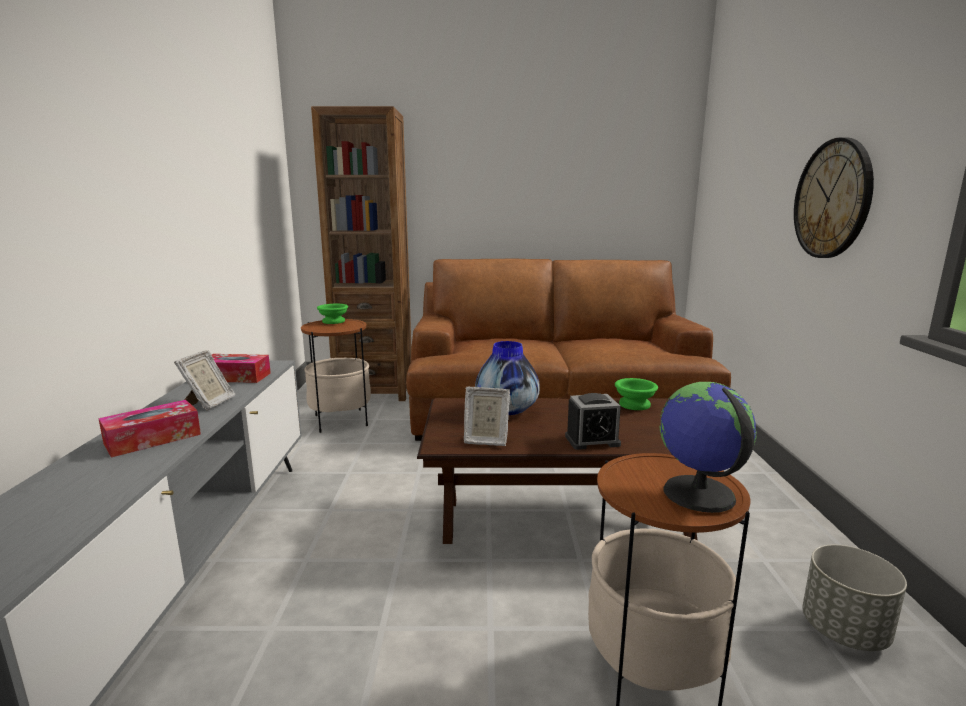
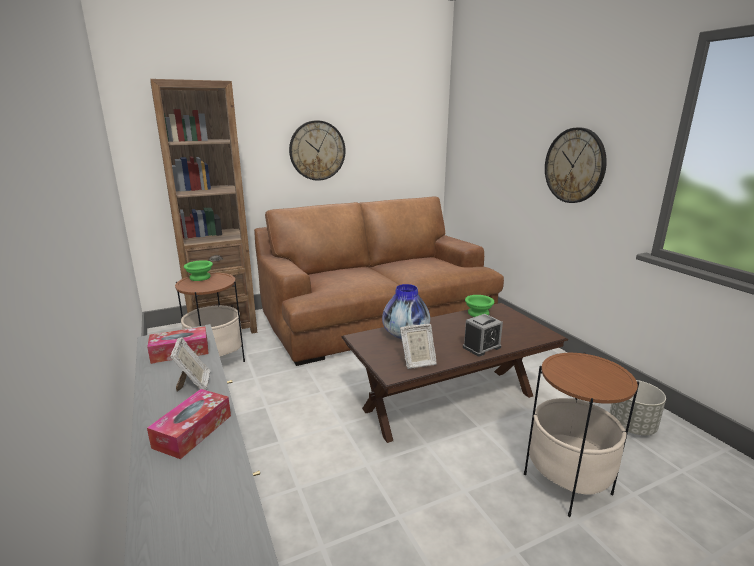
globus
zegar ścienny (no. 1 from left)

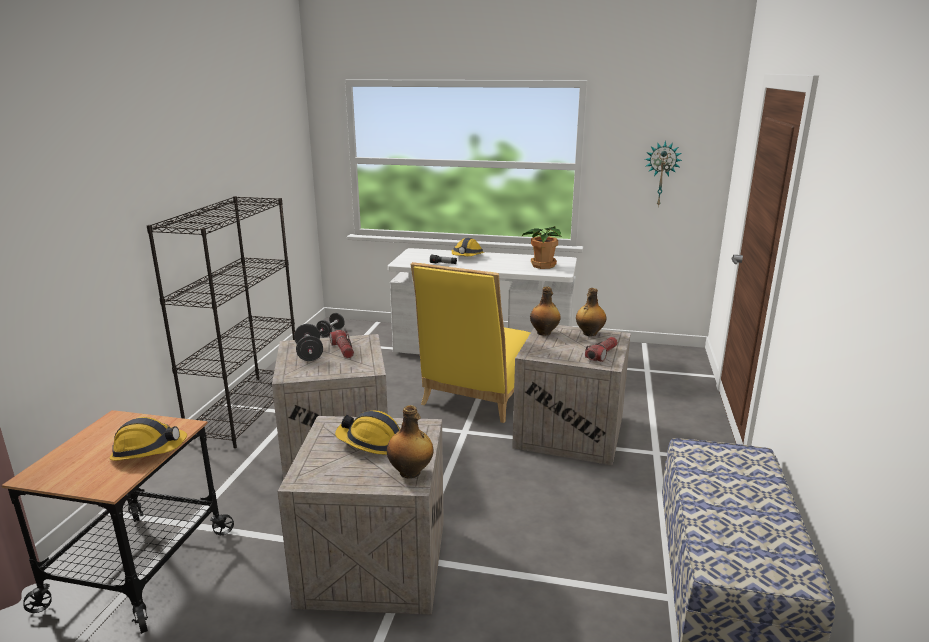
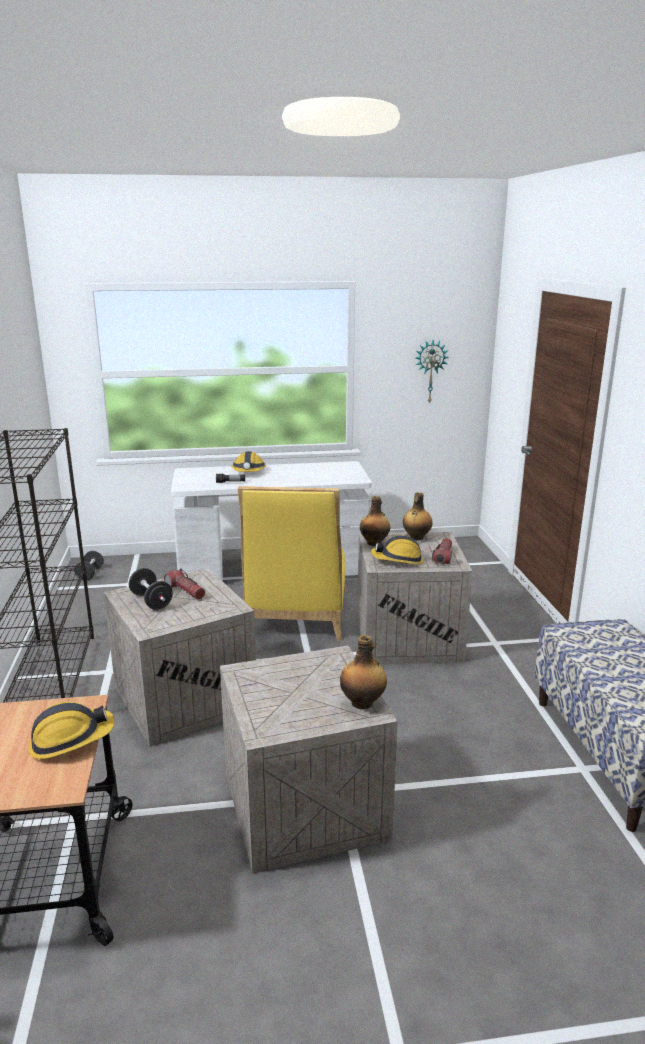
roślina doniczkowa
kask (no. 3 from left)

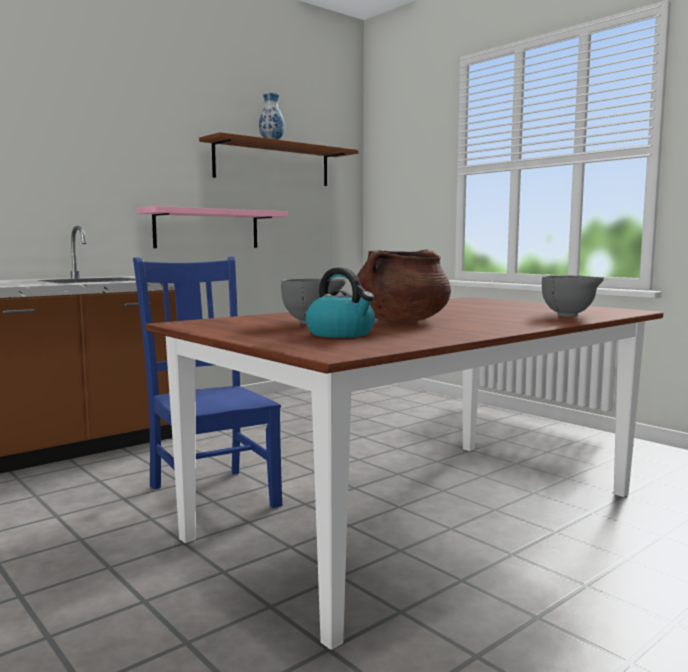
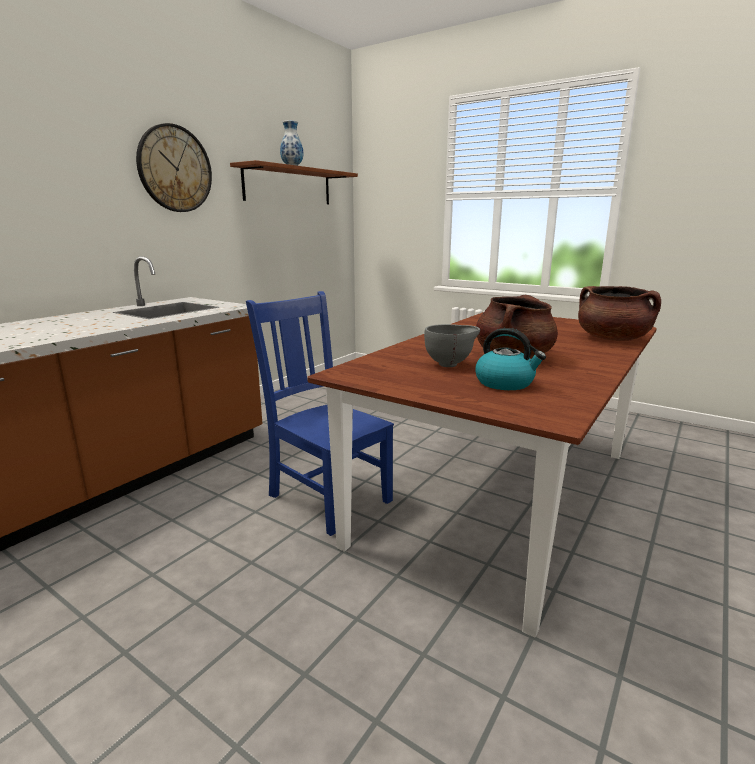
półka [różowy]
garnek [brązowy] (no. 2 from left)
zegar ścienny

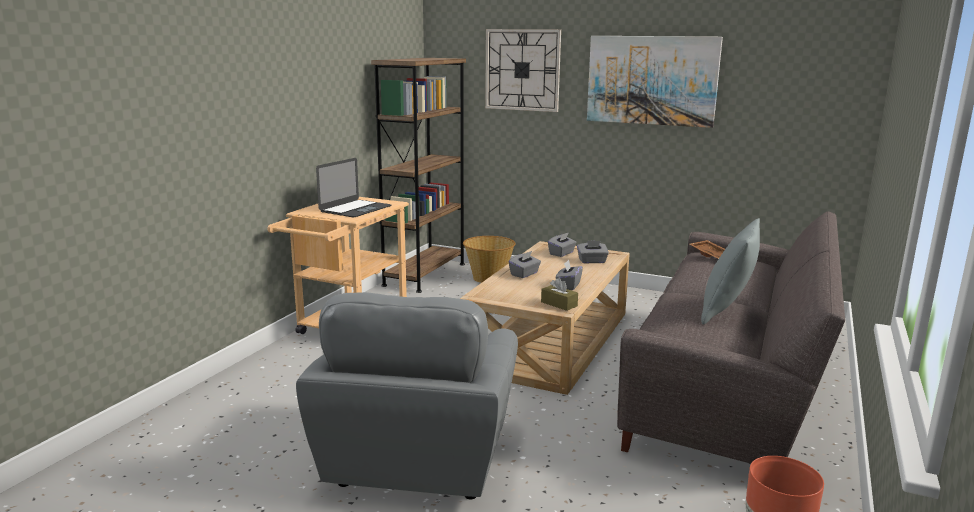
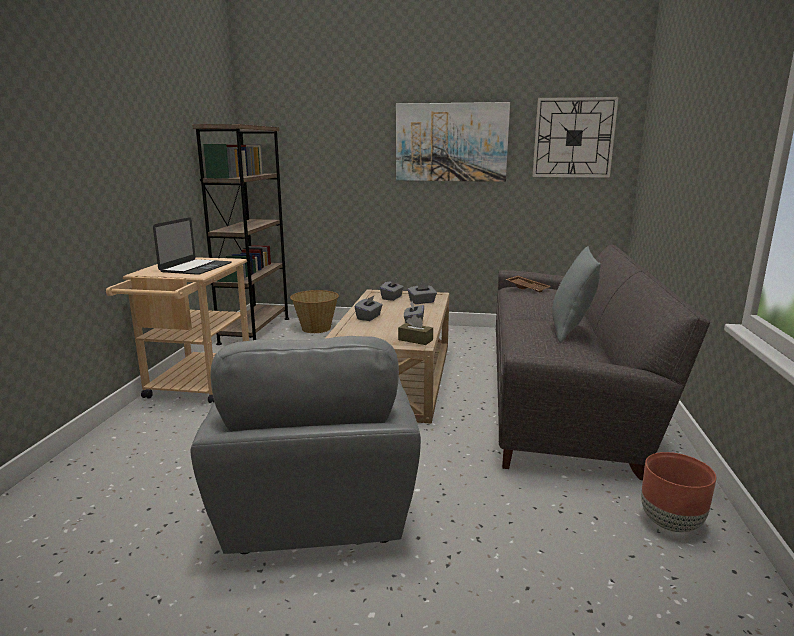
zegar ścienny

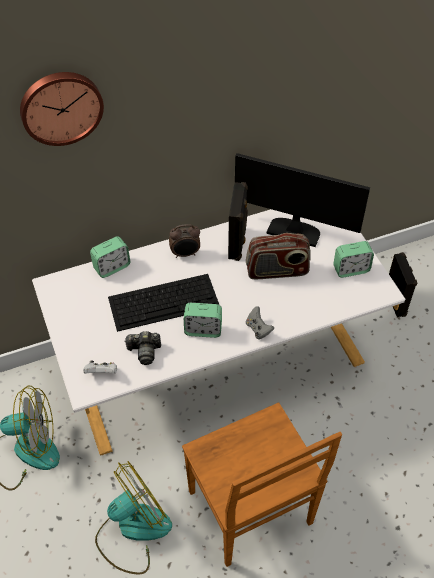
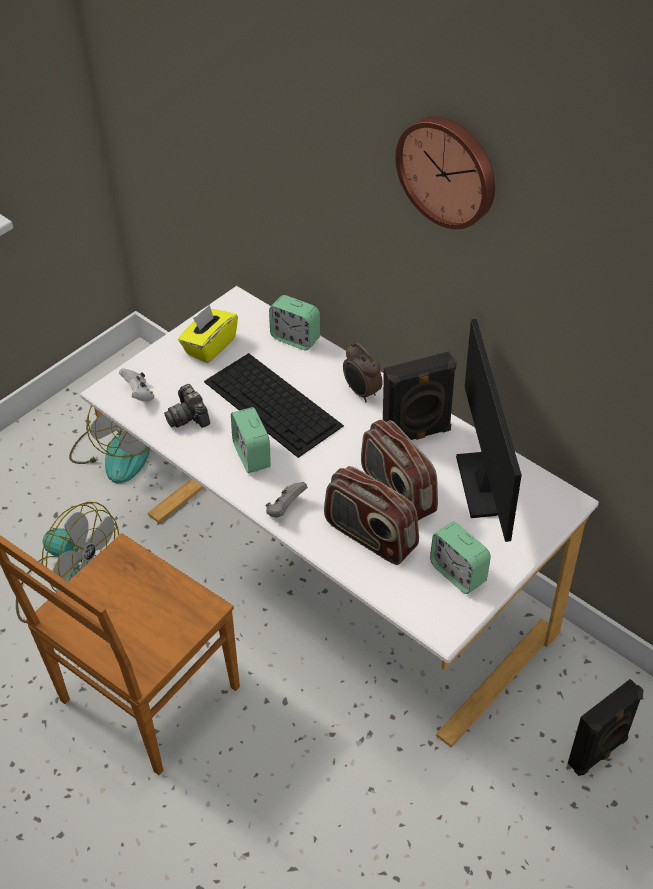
zegar ścienny
pudełko chusteczek [żółty]
radio (no. 1 from left)

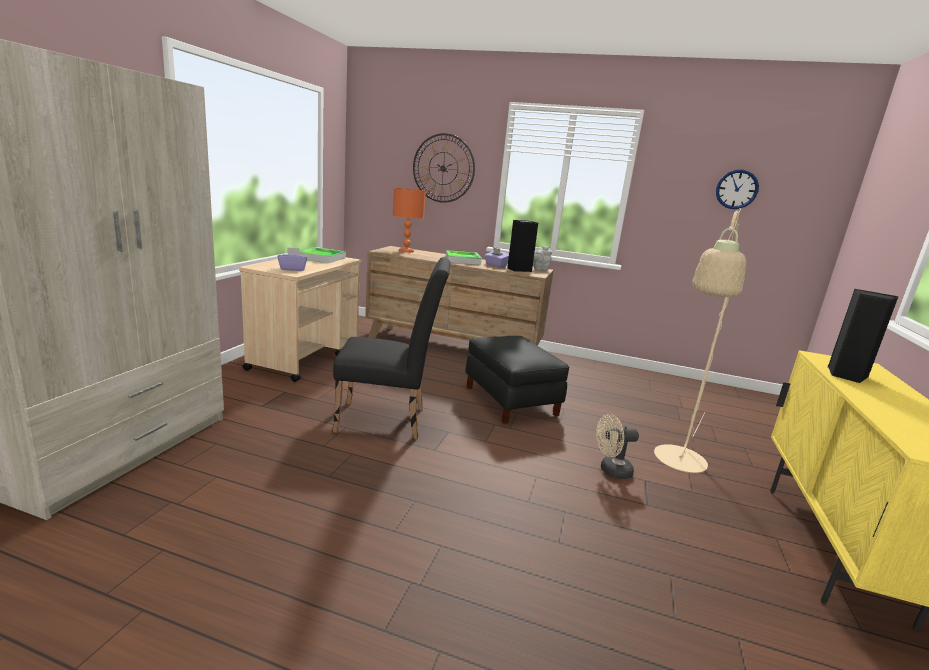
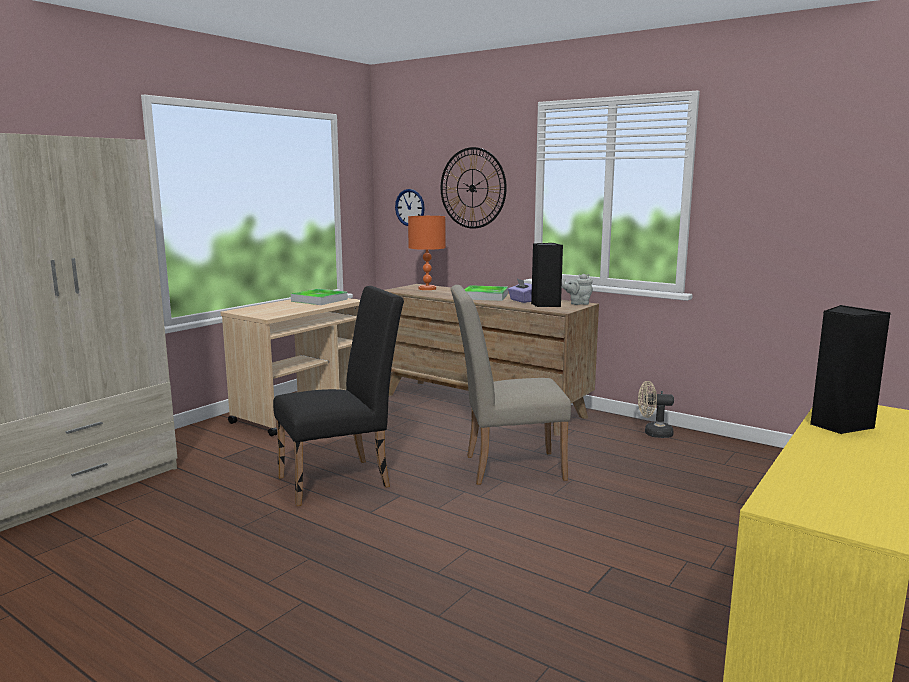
zegar ścienny (no. 1 from left)
lampa stojąca [beżowy]
pudełko chusteczek [fioletowy] (no. 1 from left in the first image)
krzesło [czarny]
krzesło [beżowy]
wentylator [beżowy]

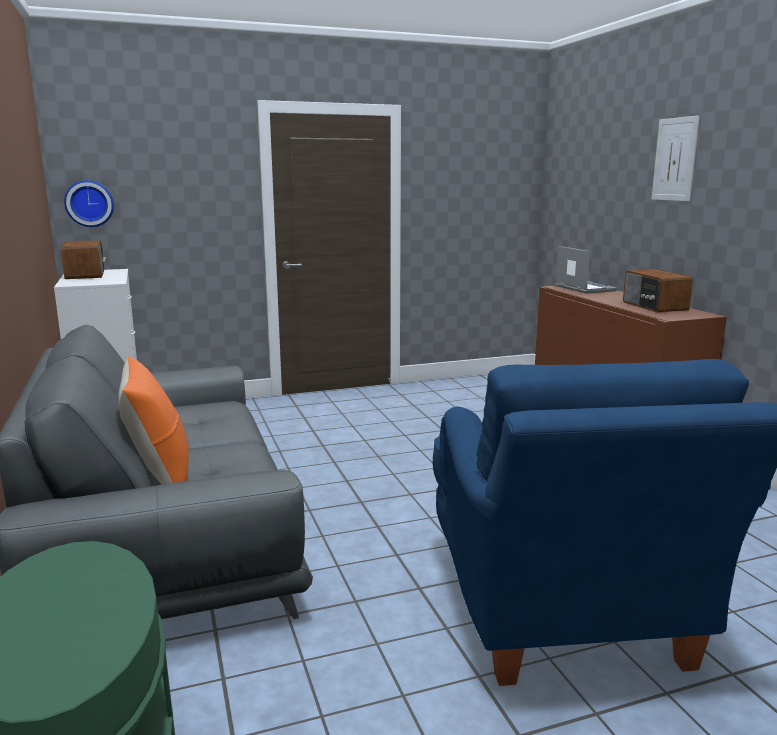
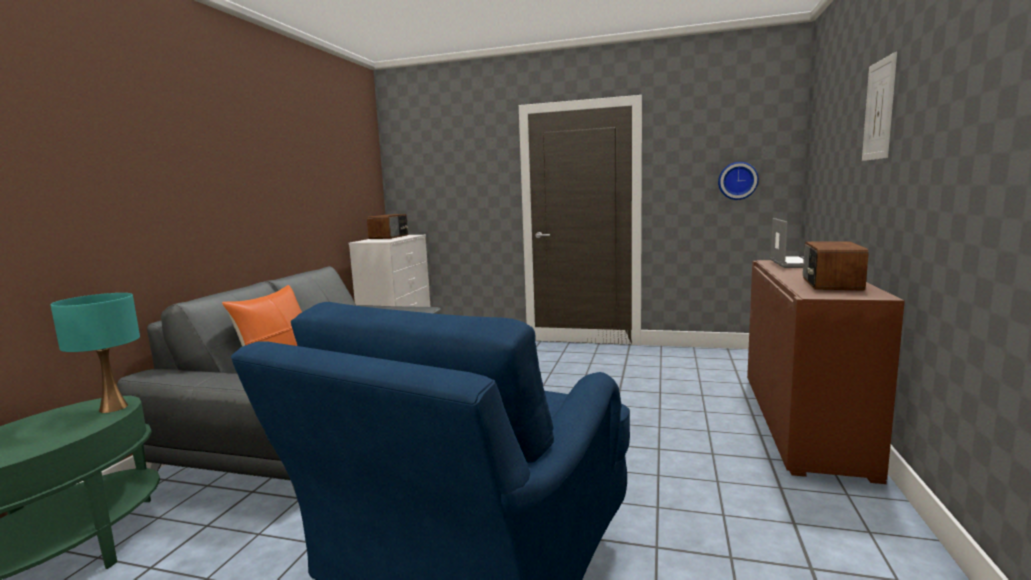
zegar ścienny
lampa stołowa [turkusowy]

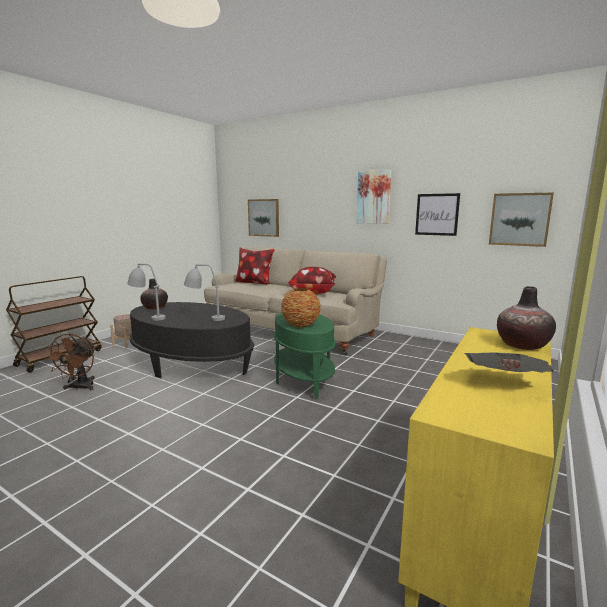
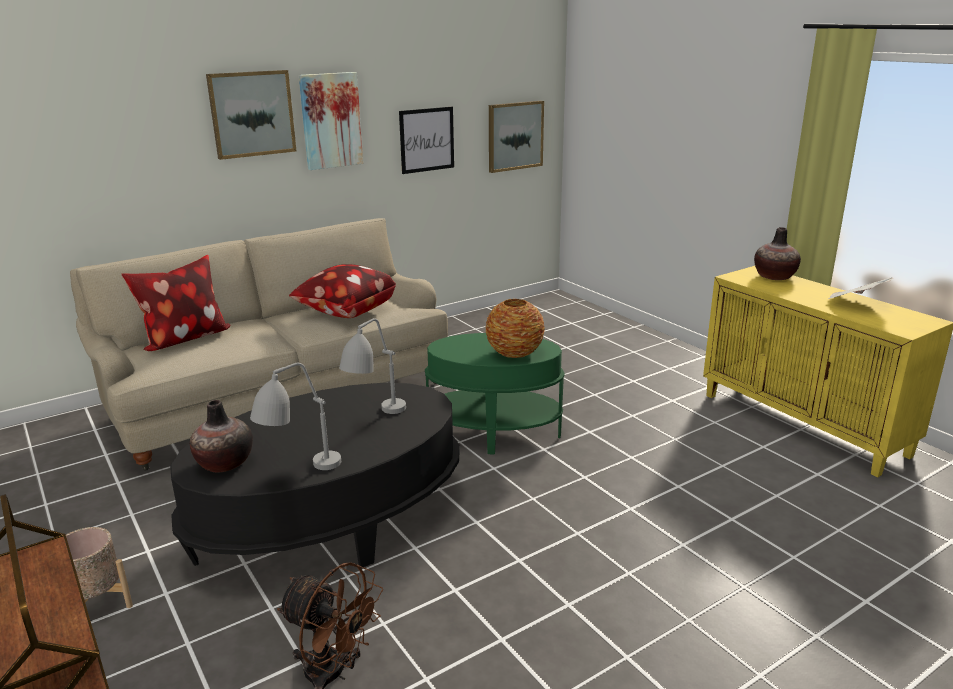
obraz (no. 1 from left)

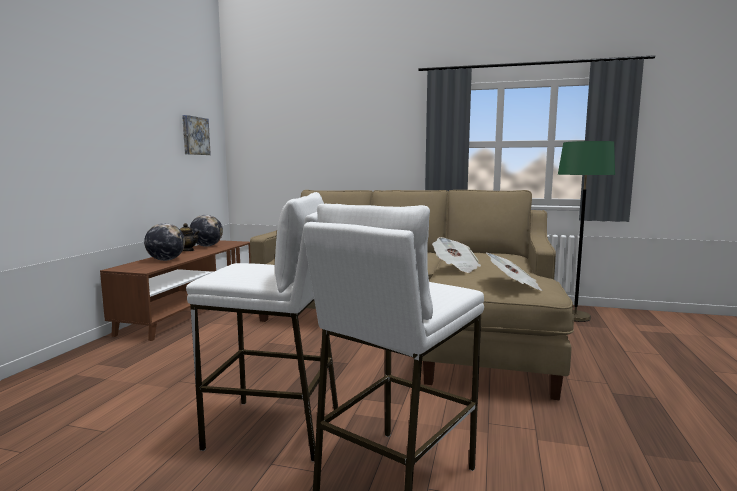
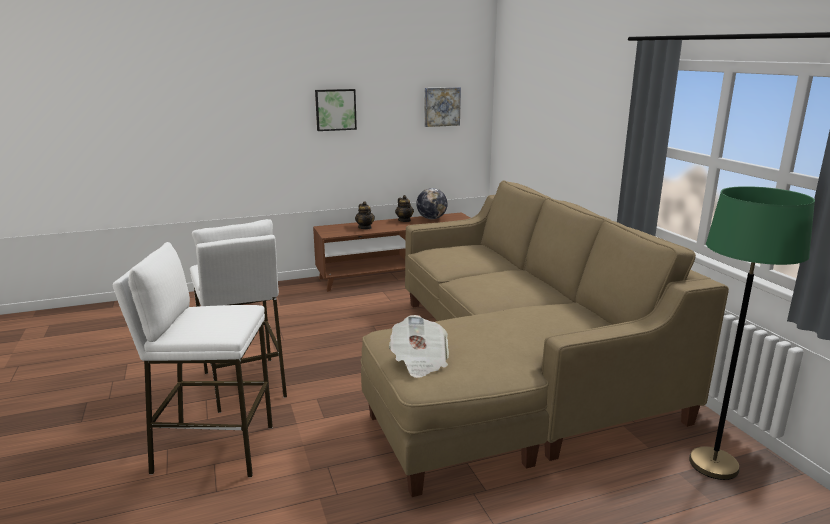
imbryk (no. 1 from left)
gazeta (no. 1 from left in the first image)
obraz (no. 1 from left)

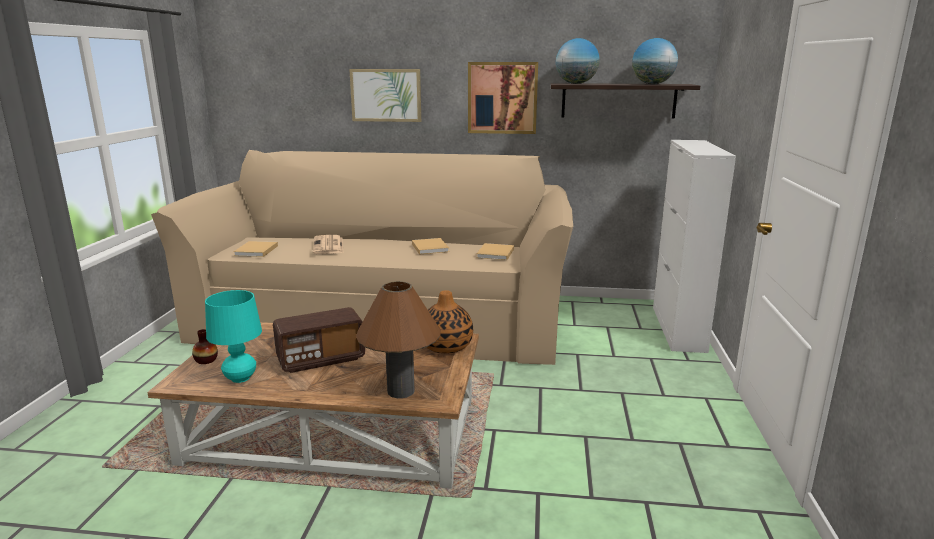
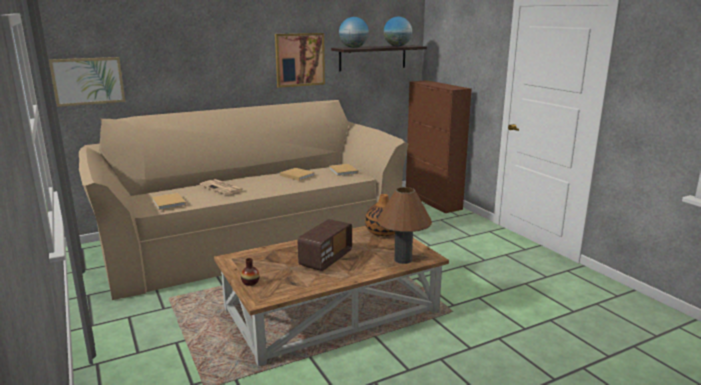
obraz (no. 1 from left)
szafka [brązowy]
lampa stołowa [turkusowy]

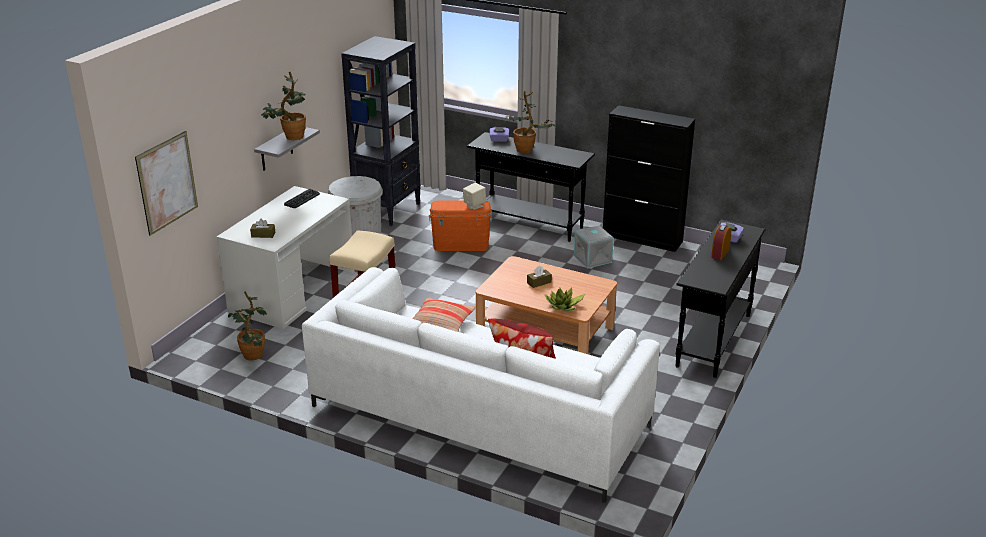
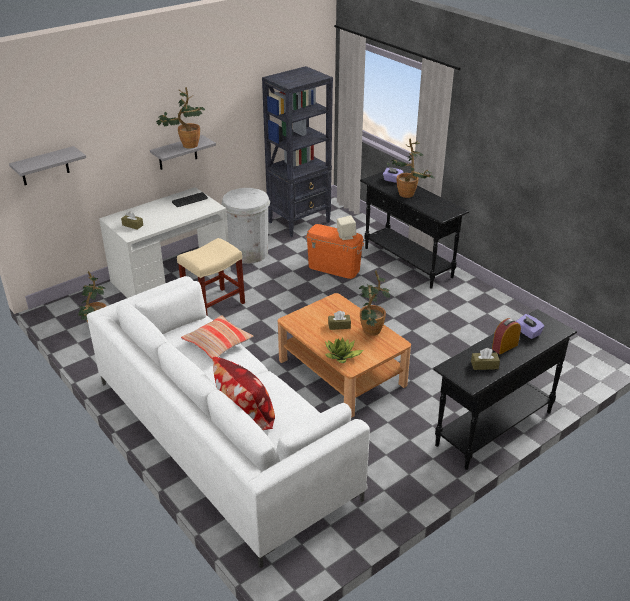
szafka [czarny]
półka [szary] (no. 1 from left)
pojemnik do przechowywania [szary]
roślina doniczkowa (no. 4 from left)
pudełko chusteczek [brązowy] (no. 3 from left)

